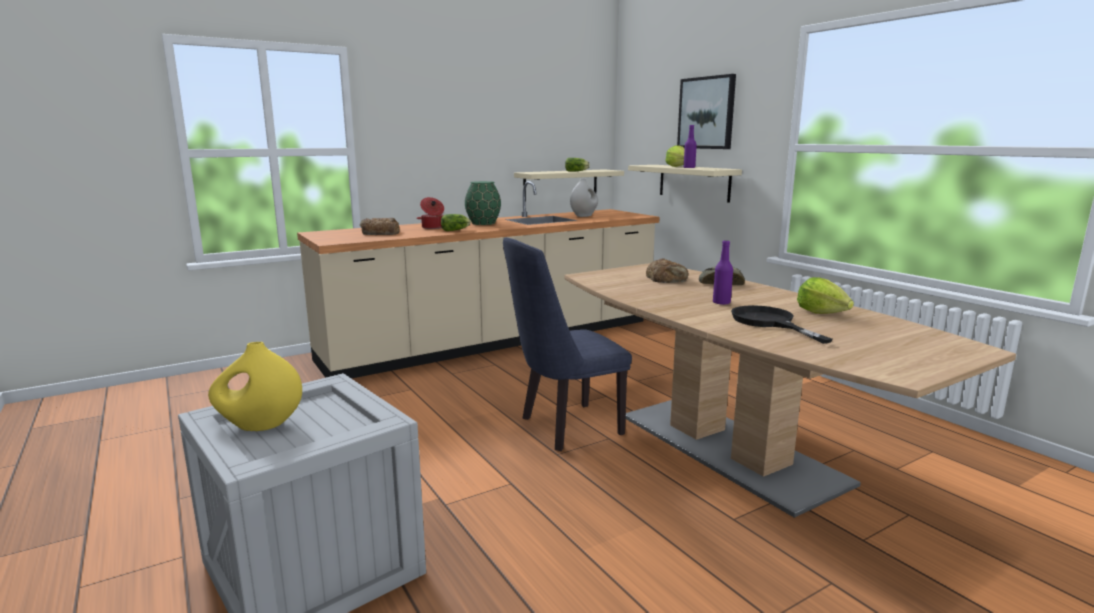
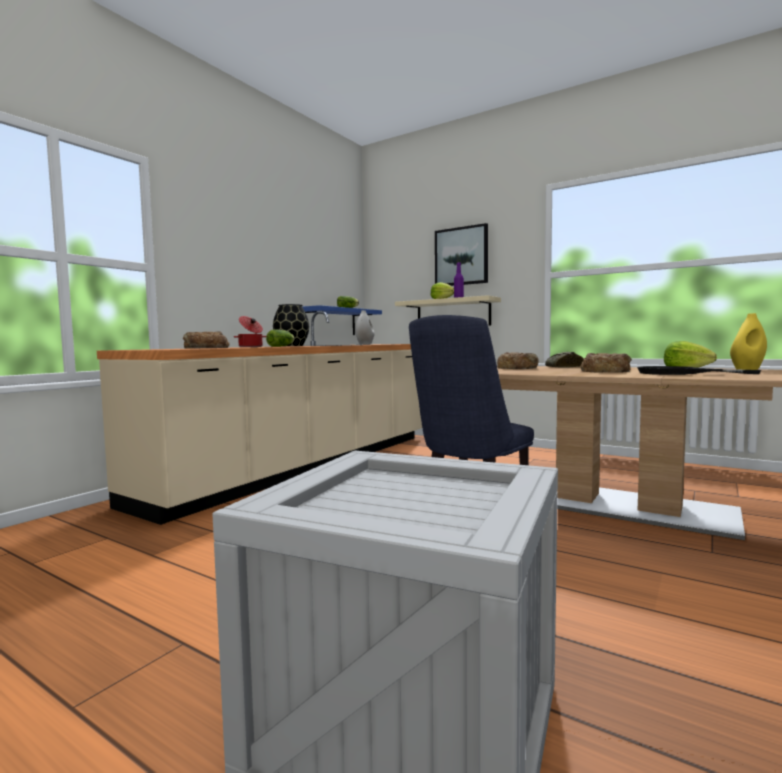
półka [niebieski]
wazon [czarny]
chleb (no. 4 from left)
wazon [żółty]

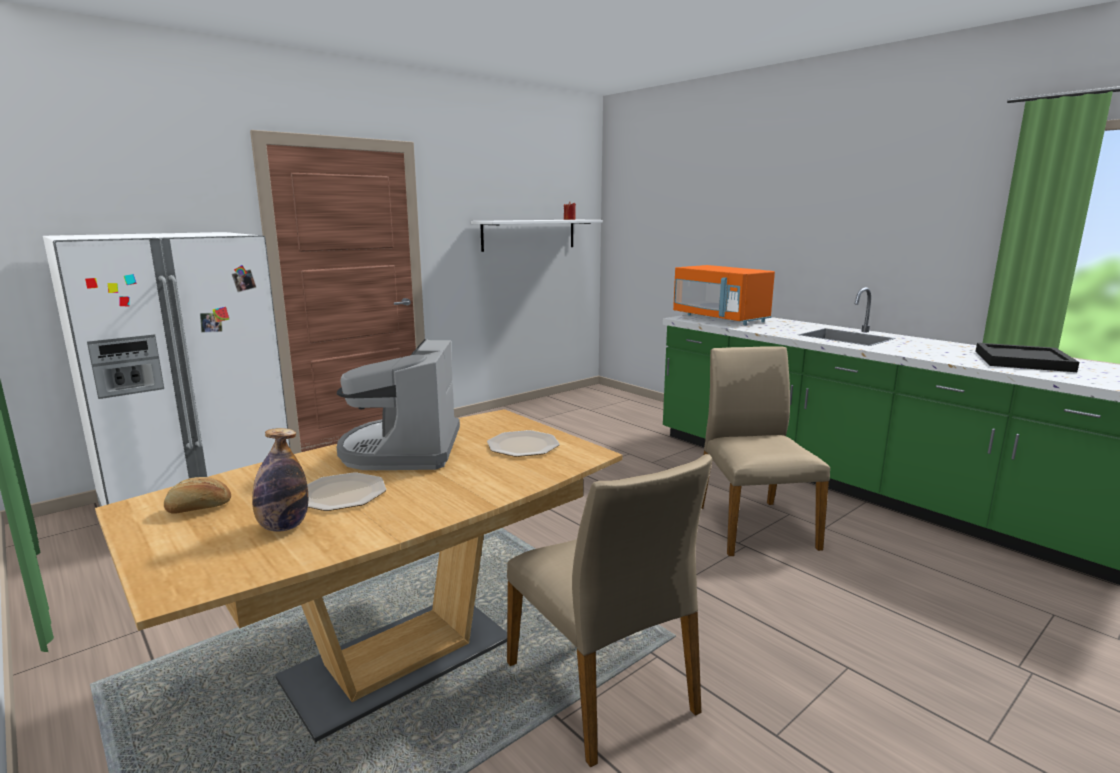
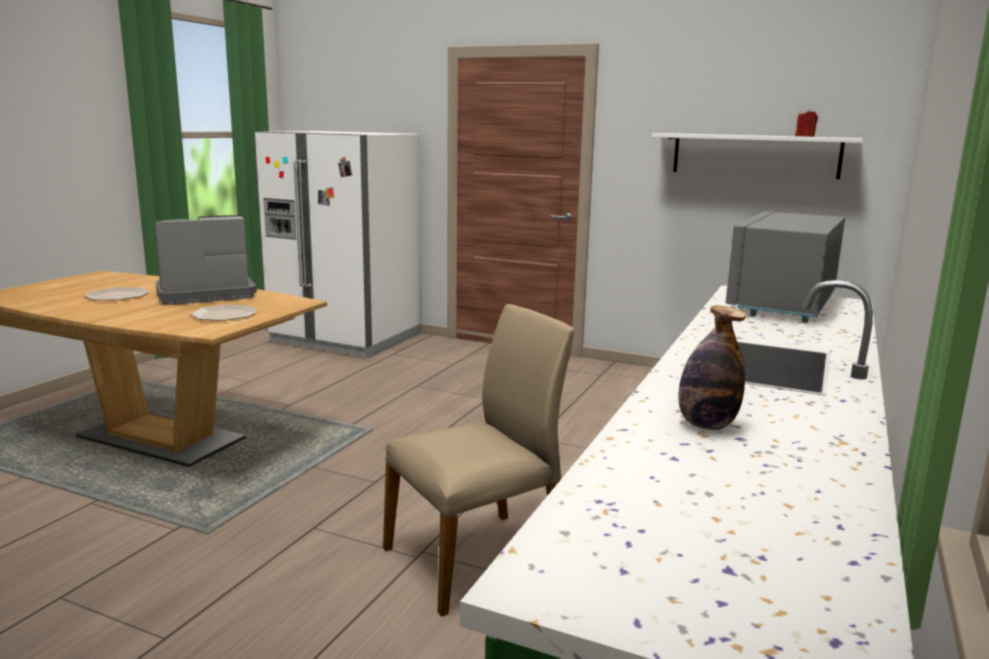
mikrofalówka [szary]
taca [czarny]
butelka
krzesło [beżowy] (no. 1 from left in the first image)
chleb

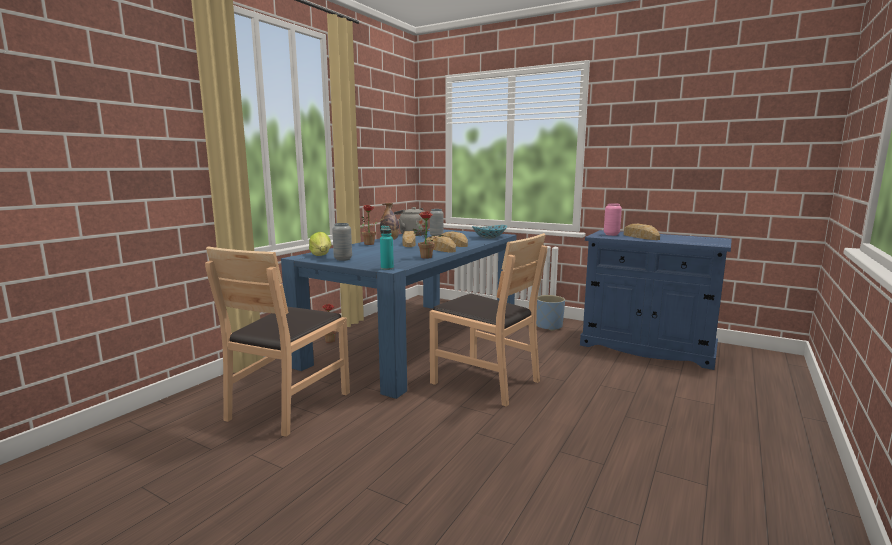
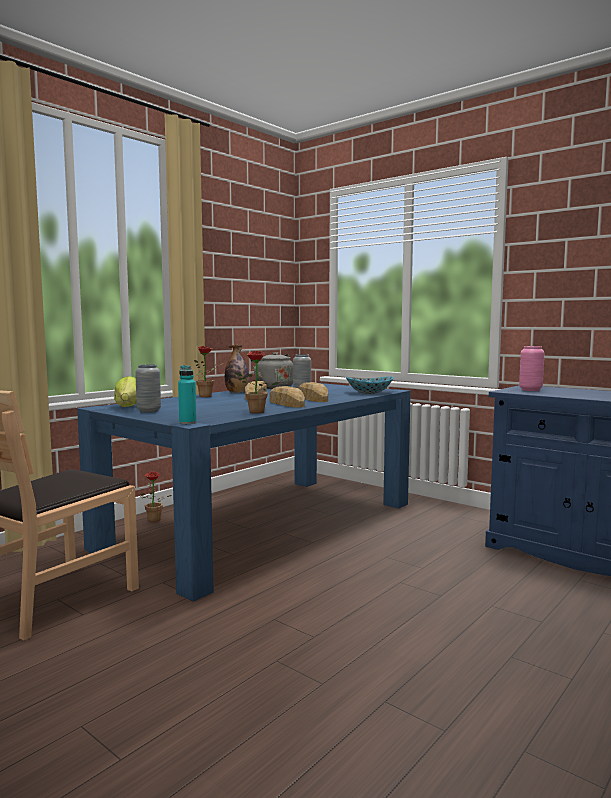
chleb (no. 4 from left in the first image)
krzesło [brązowy] (no. 2 from left in the first image)
donica [niebieski]

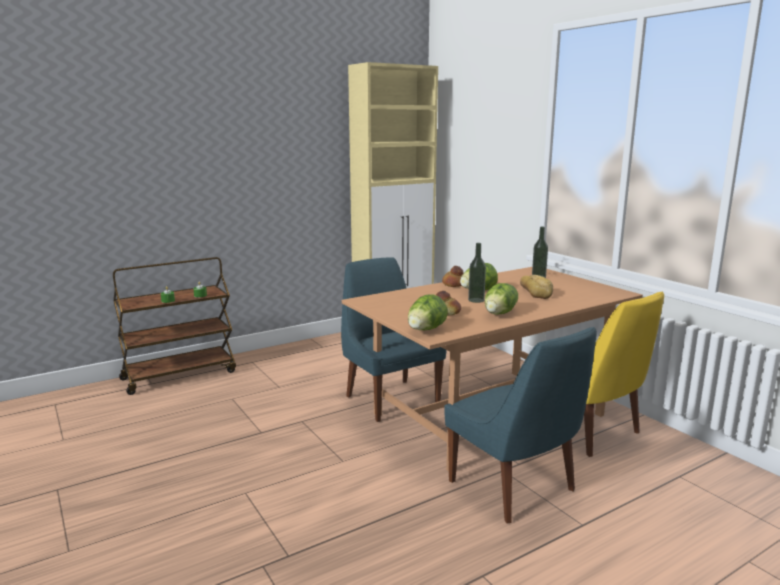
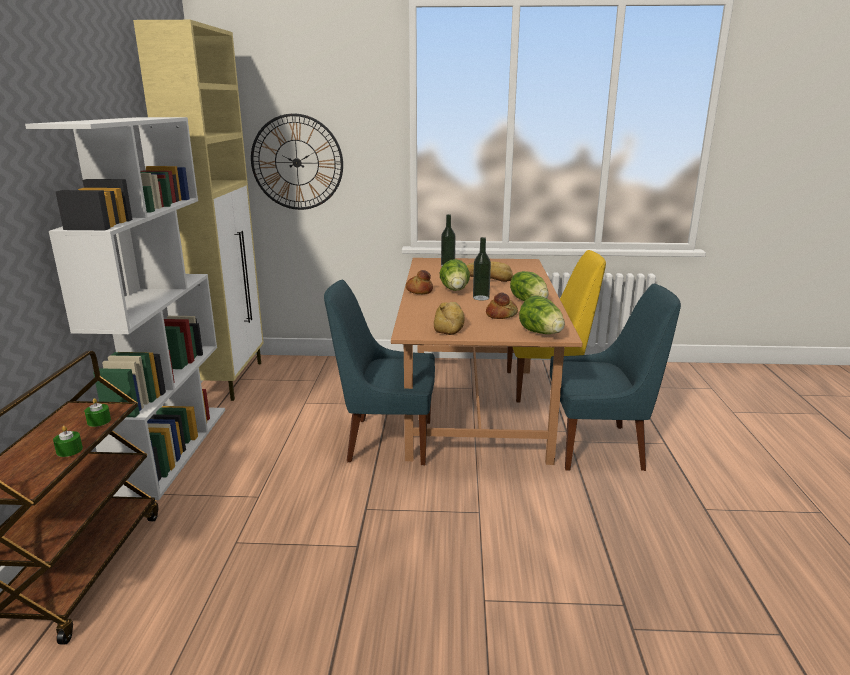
zegar ścienny
regał [biały]
chleb (no. 2 from left)

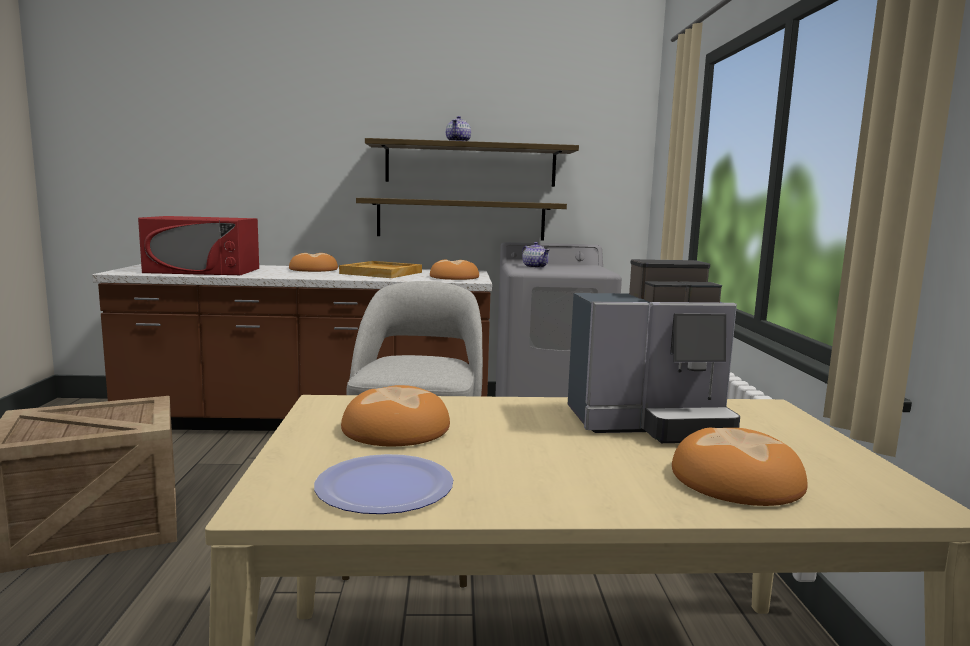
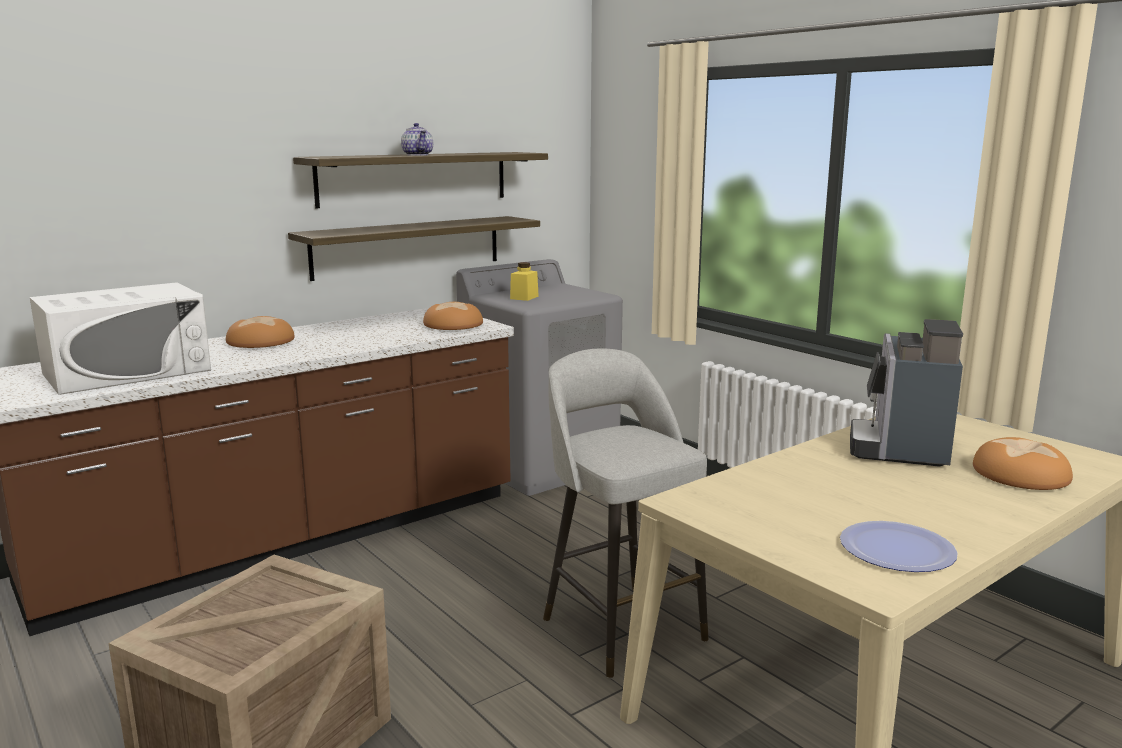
mikrofalówka [biały]
słoik [żółty]
ekspres do kawy
taca [beżowy]
chleb (no. 2 from left in the first image)

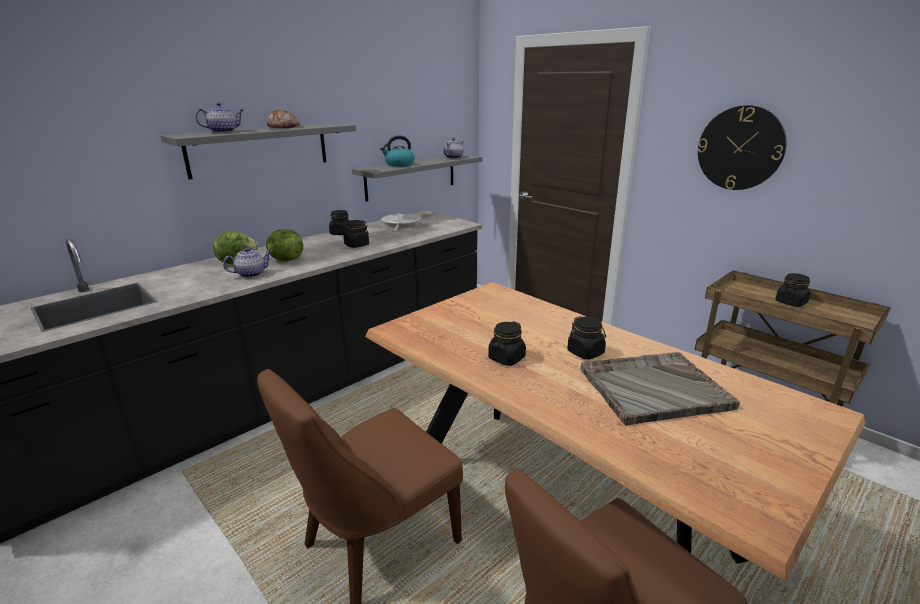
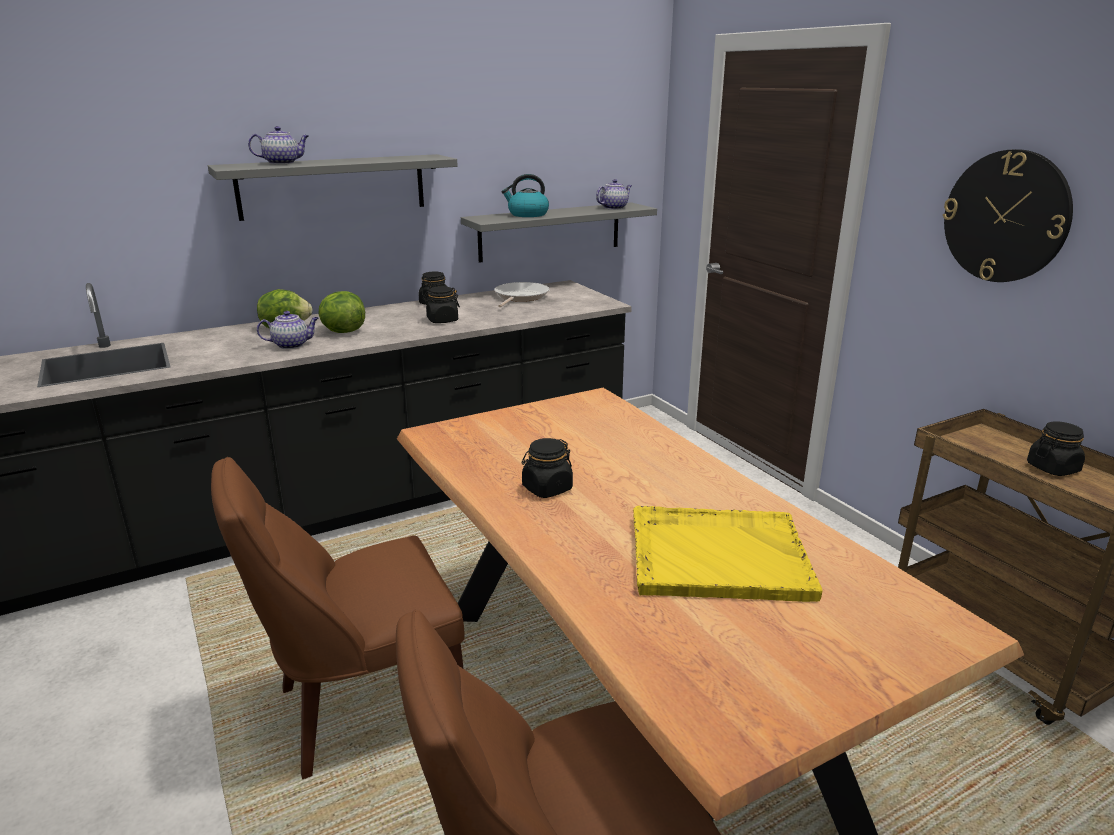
chleb
słoik [czarny] (no. 4 from left in the first image)
taca [żółty]

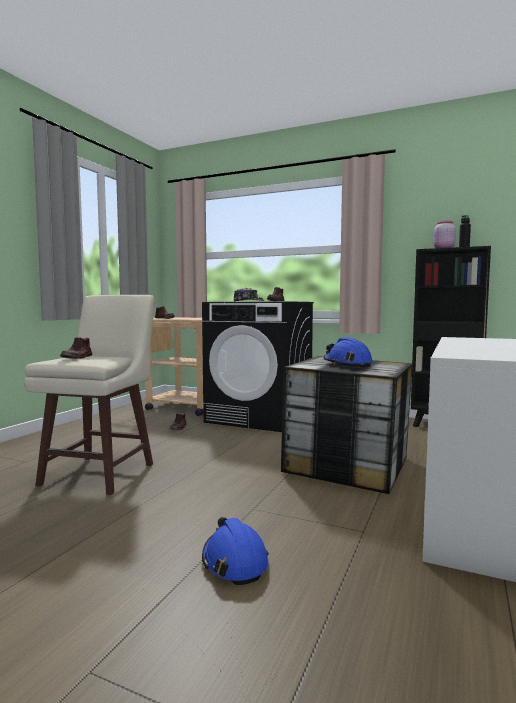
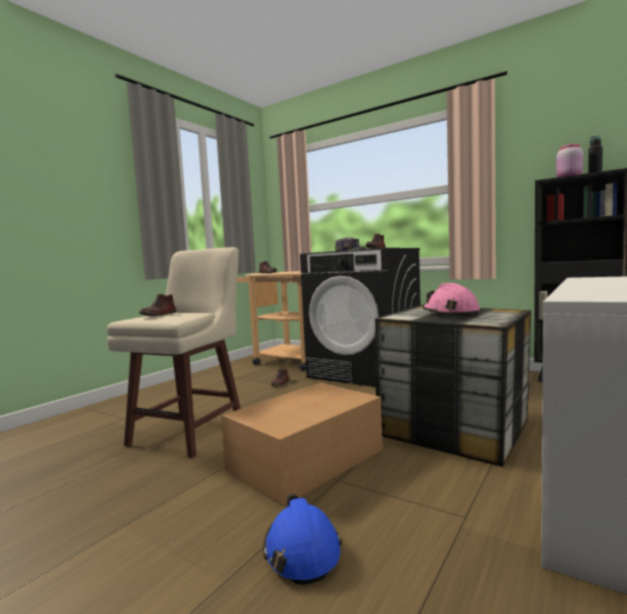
kask [różowy]
karton

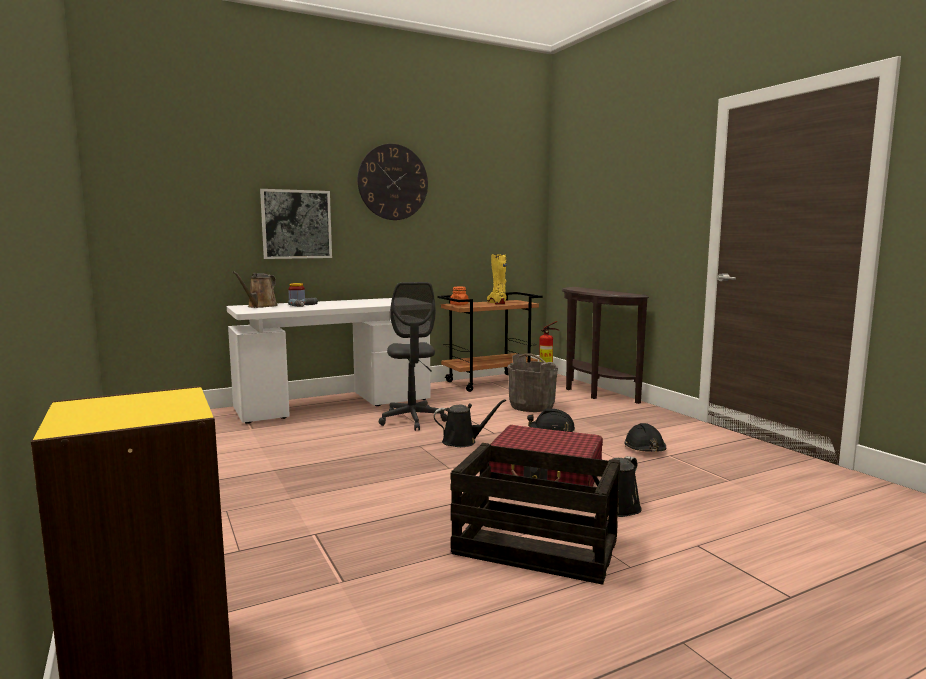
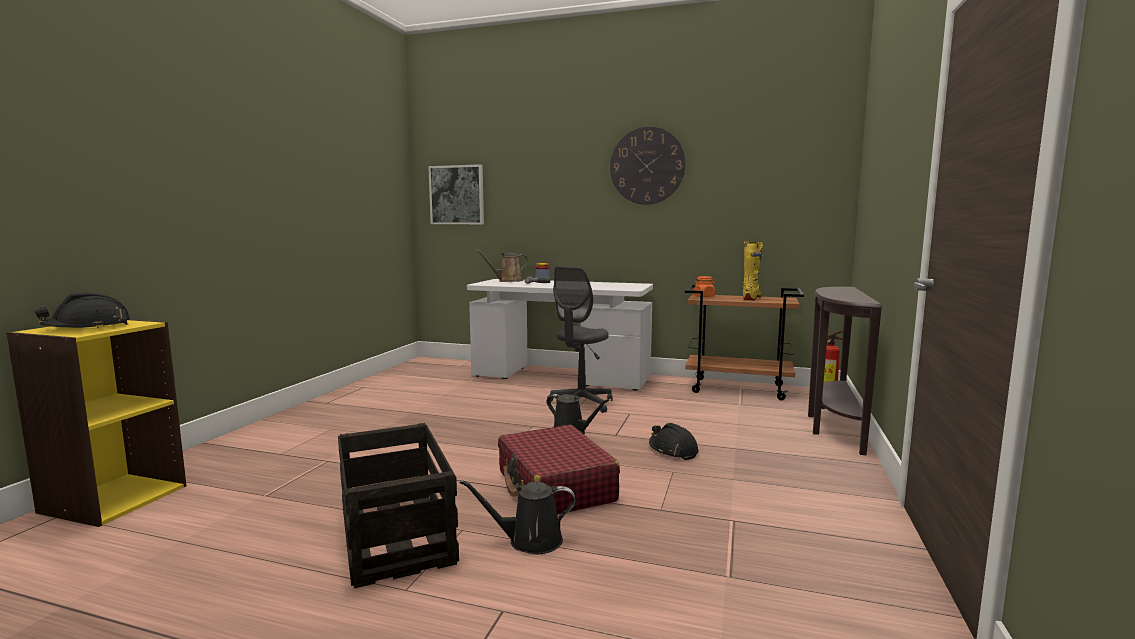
obraz
wiadro [szary]
kask [czarny] (no. 1 from left)

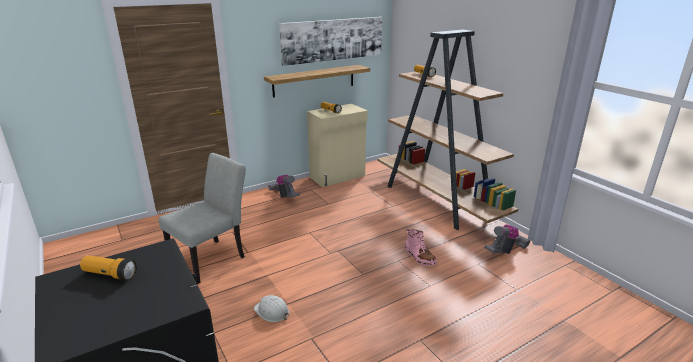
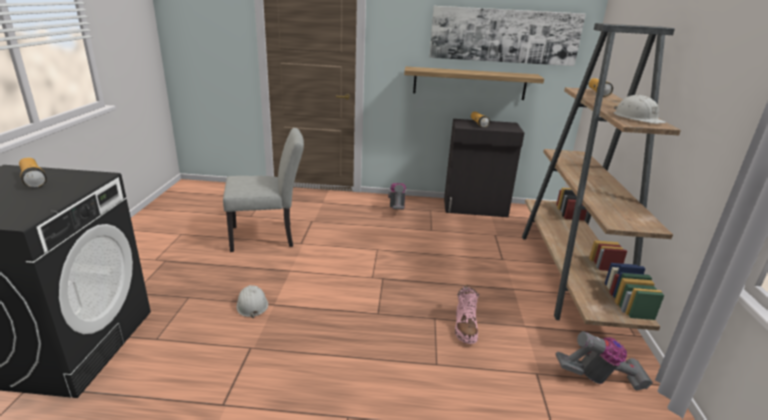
szafka [czarny]
kask [biały] (no. 2 from left)

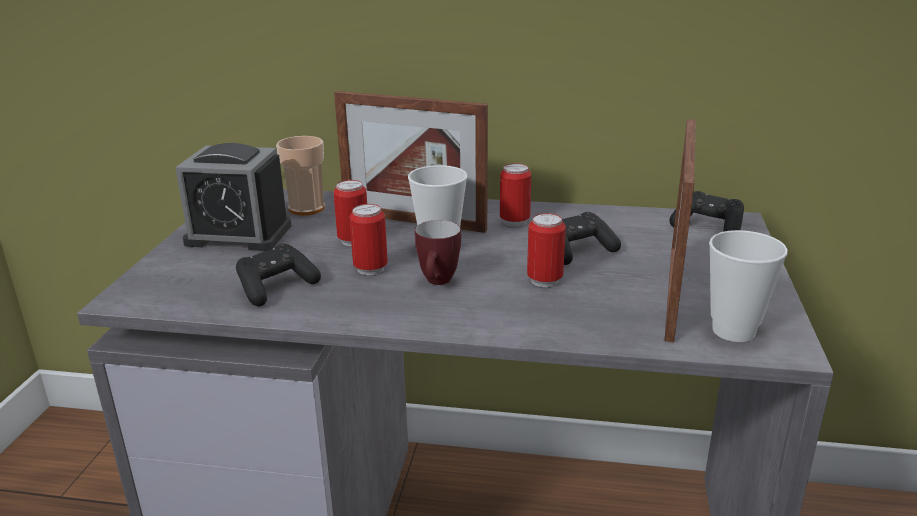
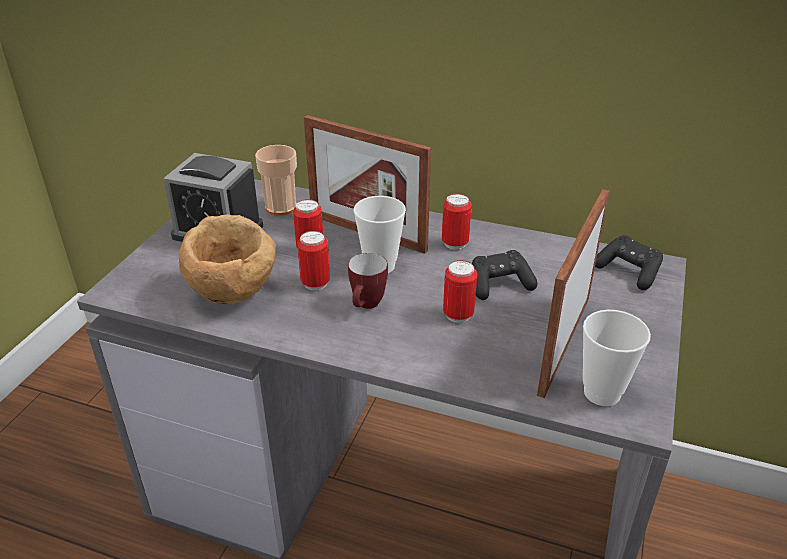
miska [brązowy]

